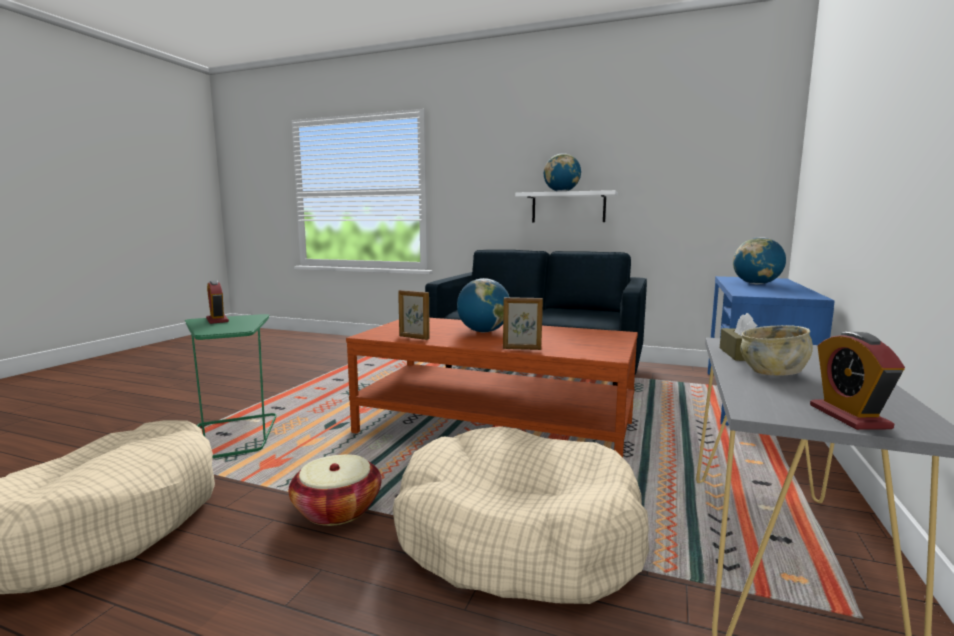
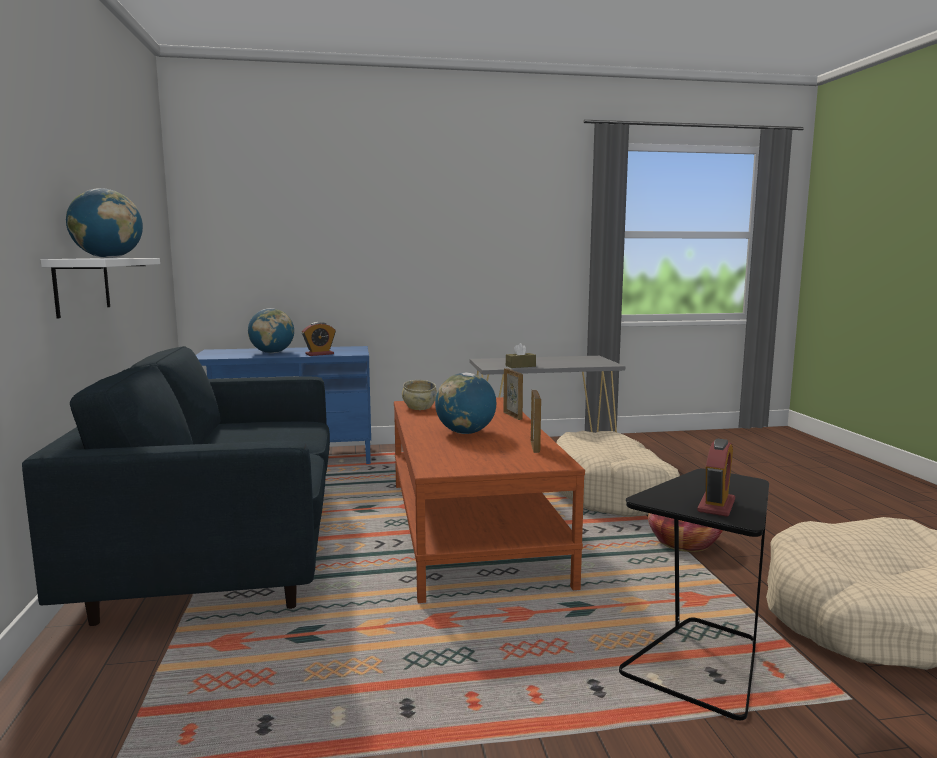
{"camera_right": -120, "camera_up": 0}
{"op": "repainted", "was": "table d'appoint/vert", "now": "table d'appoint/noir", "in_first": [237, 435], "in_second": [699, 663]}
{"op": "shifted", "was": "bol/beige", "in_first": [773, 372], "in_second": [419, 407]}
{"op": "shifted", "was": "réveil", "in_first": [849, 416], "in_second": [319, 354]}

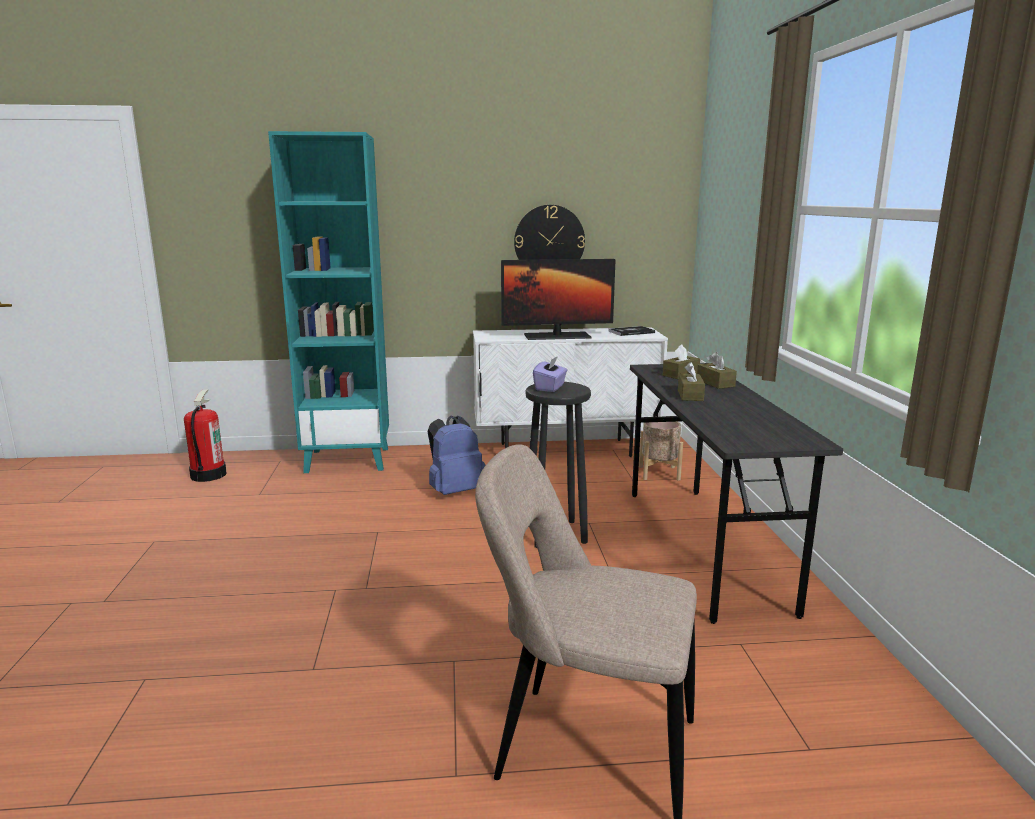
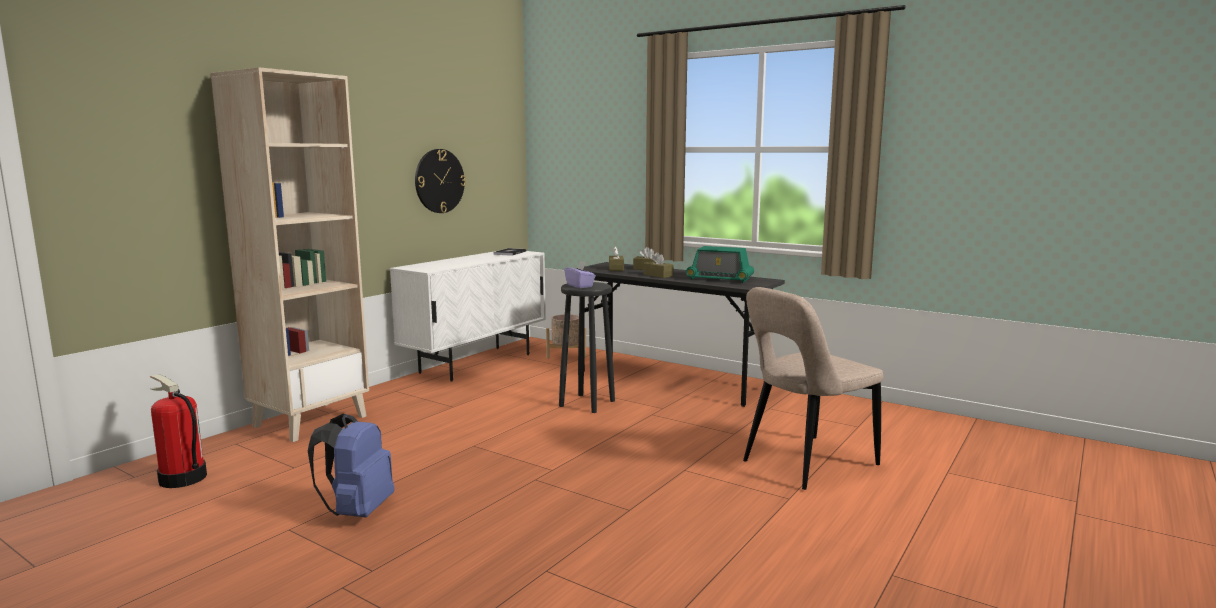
{"camera_right": -50, "camera_up": -5}
{"op": "repainted", "was": "bibliothèque/turquoise", "now": "bibliothèque/beige", "in_first": [348, 460], "in_second": [311, 421]}
{"op": "shifted", "was": "sac à dos/bleu", "in_first": [455, 491], "in_second": [357, 511]}
{"op": "gone", "was": "écran d'ordinateur", "in_first": [557, 336]}
{"op": "new", "now": "radio", "in_second": [719, 279]}

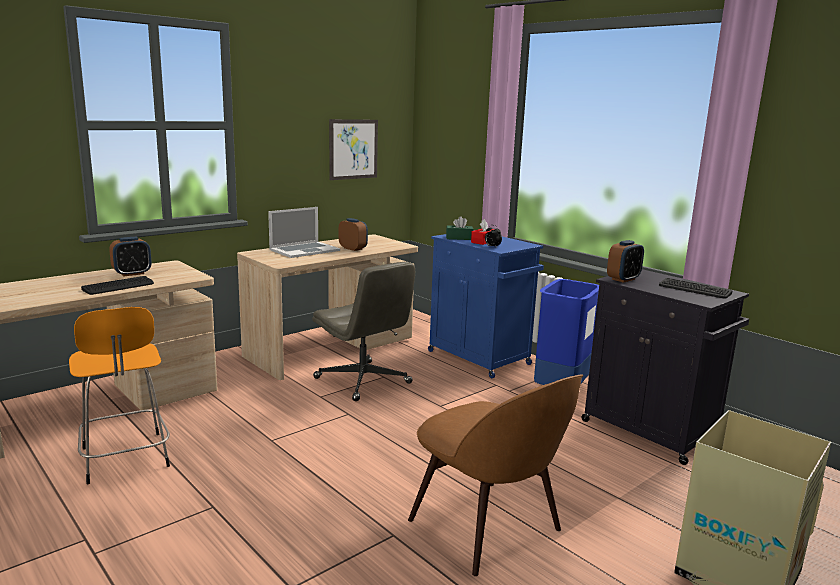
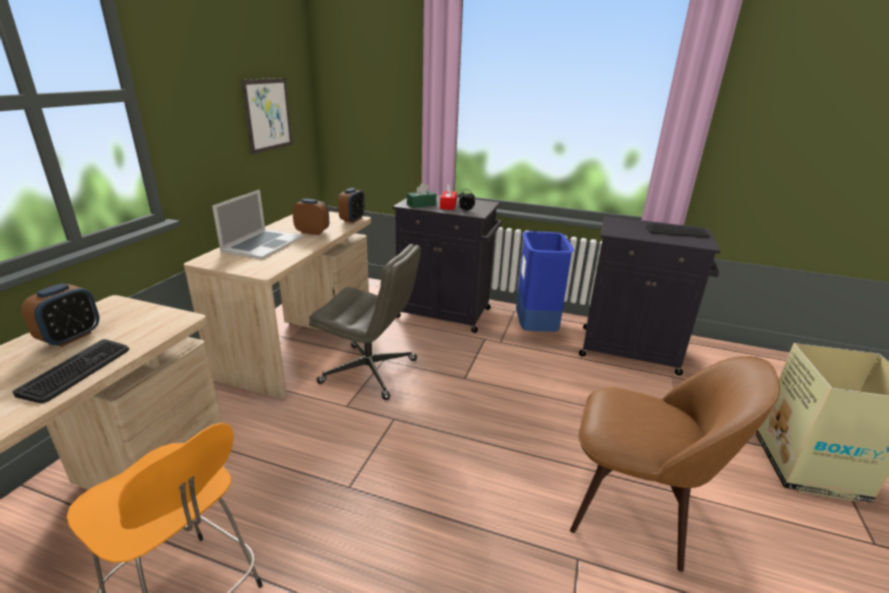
{"camera_right": -30, "camera_up": 10}
{"op": "repainted", "was": "meuble de rangement/bleu", "now": "meuble de rangement/noir", "in_first": [480, 358], "in_second": [445, 313]}
{"op": "shifted", "was": "réveil", "in_first": [623, 279], "in_second": [352, 219]}

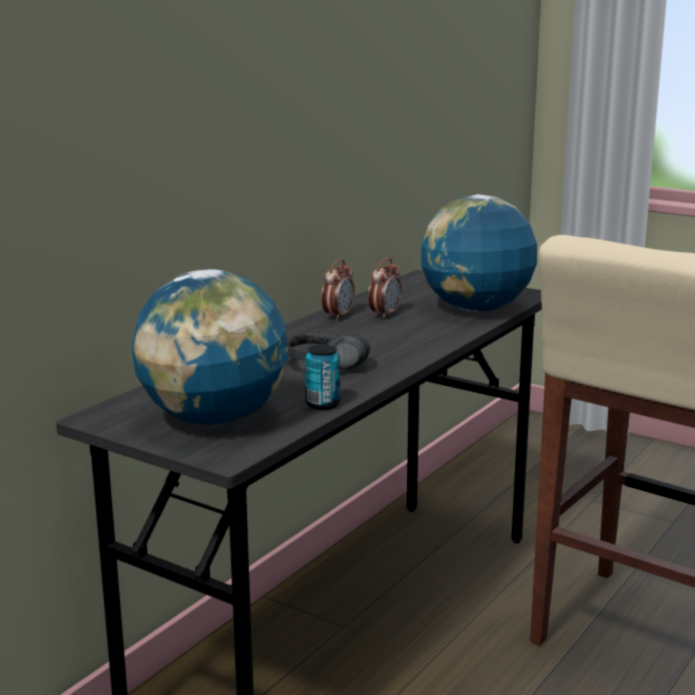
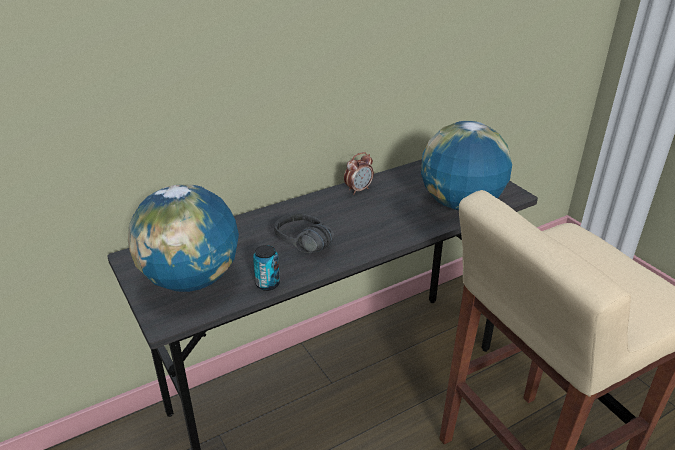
{"camera_right": 25, "camera_up": 15}
{"op": "gone", "was": "réveil", "in_first": [384, 315]}

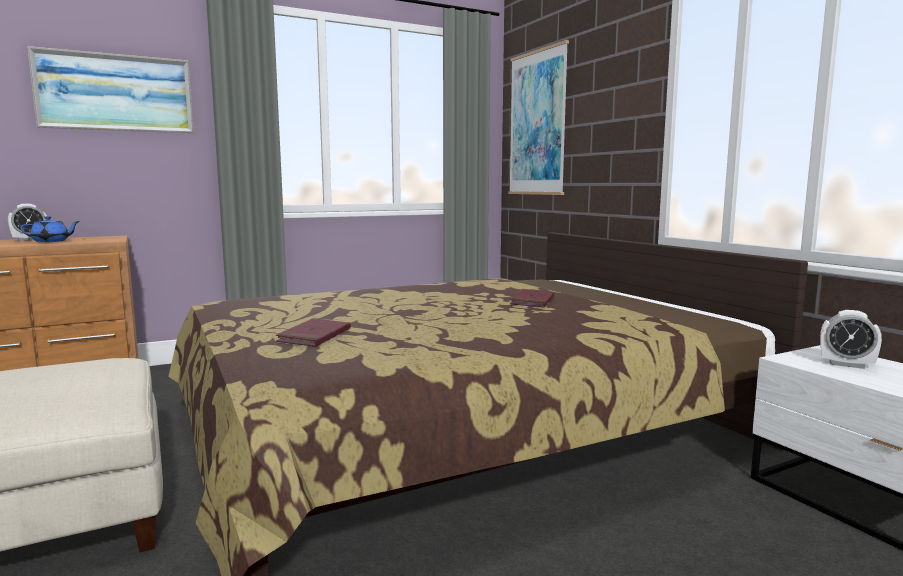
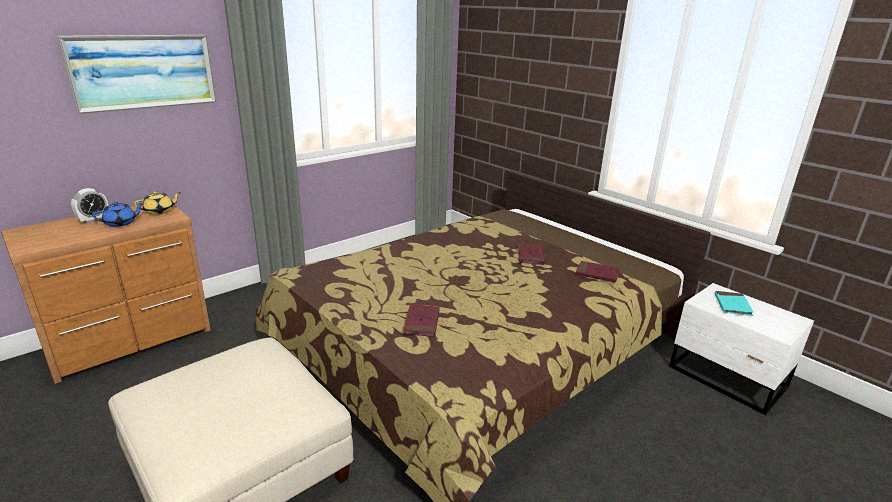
{"camera_right": -15, "camera_up": 15}
{"op": "gone", "was": "tableau", "in_first": [537, 123]}
{"op": "swapped", "was": "réveil", "now": "livre/turquoise", "in_first": [846, 364], "in_second": [732, 305]}
{"op": "new", "now": "théière/jaune", "in_second": [160, 211]}
{"op": "new", "now": "livre/rouge", "in_second": [597, 274]}

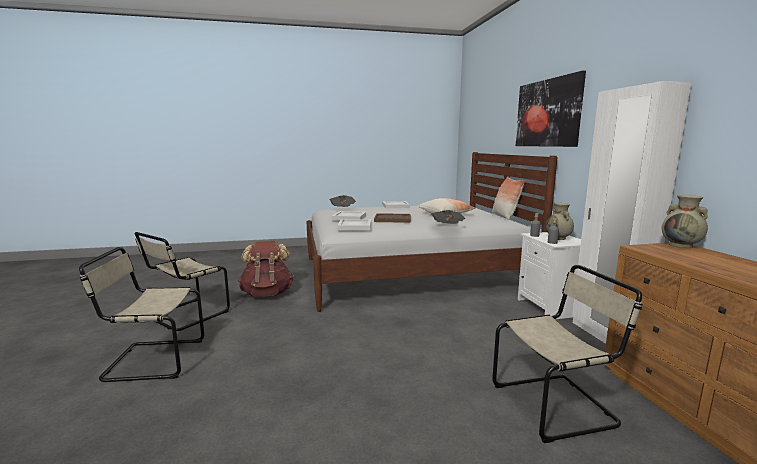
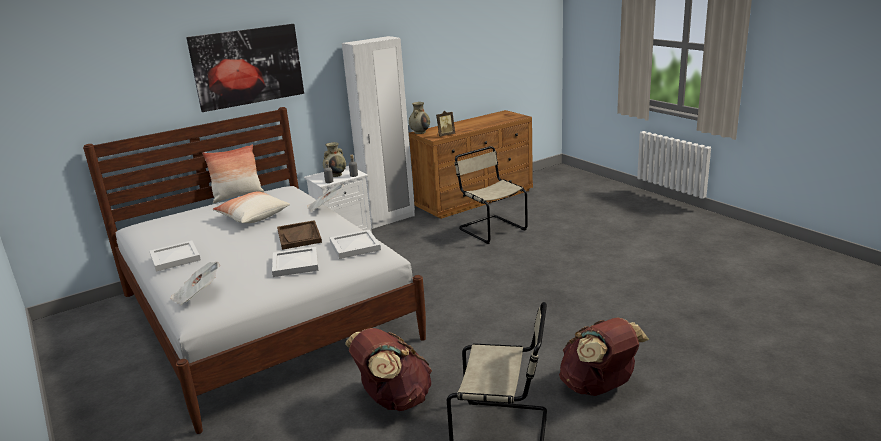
{"camera_right": -110, "camera_up": 10}
{"op": "swapped", "was": "chaise/beige", "now": "sac à dos/marron", "in_first": [152, 360], "in_second": [599, 387]}
{"op": "new", "now": "cadre photo", "in_second": [445, 135]}

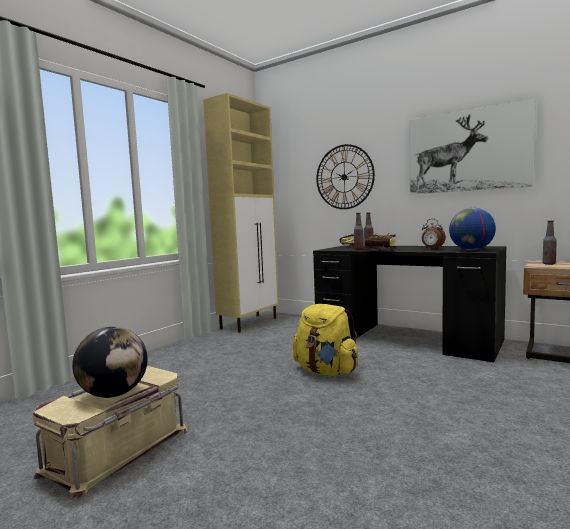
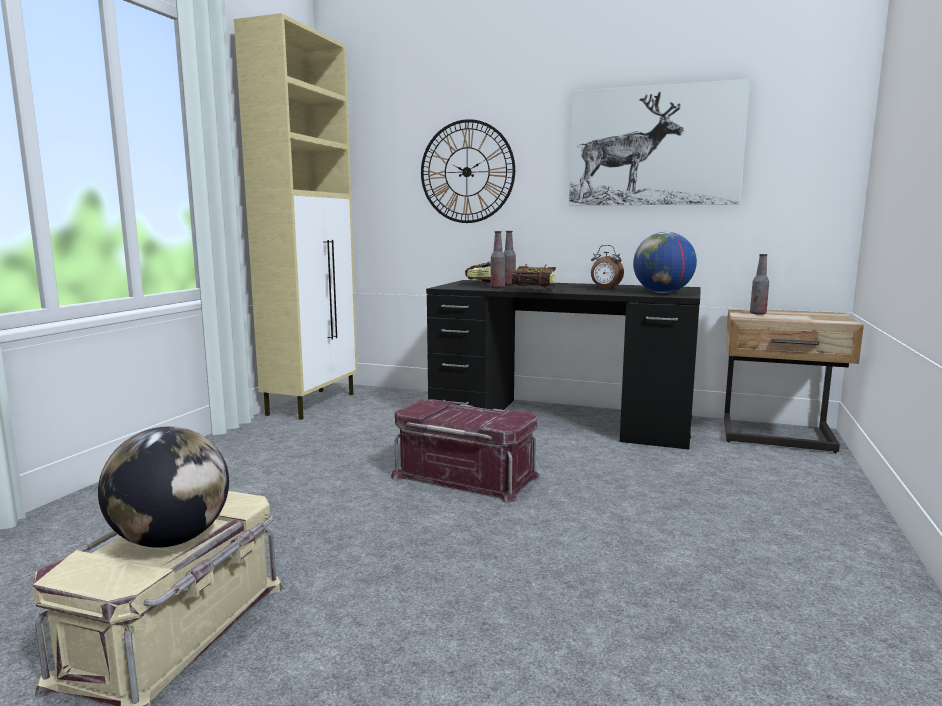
{"camera_right": -15, "camera_up": 5}
{"op": "swapped", "was": "sac à dos/jaune", "now": "boîte de rangement/rouge", "in_first": [326, 371], "in_second": [466, 476]}

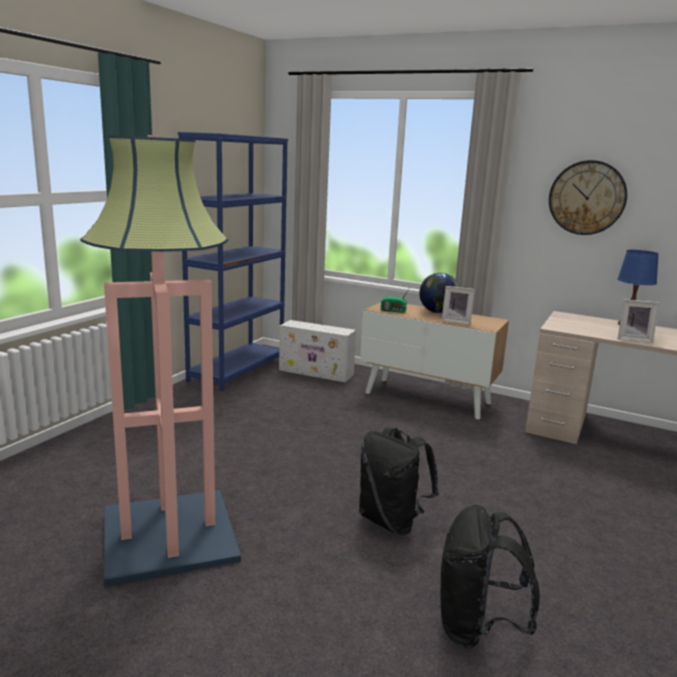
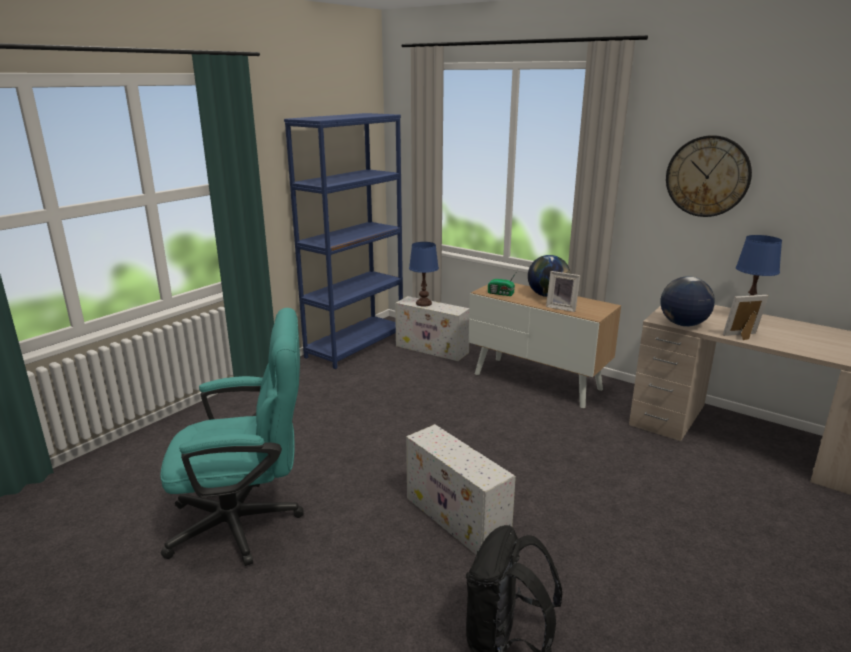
{"camera_right": 10, "camera_up": 5}
{"op": "swapped", "was": "lampadaire", "now": "chaise de bureau/turquoise", "in_first": [169, 535], "in_second": [247, 522]}
{"op": "swapped", "was": "sac à dos/noir", "now": "boîte de rangement/blanc", "in_first": [391, 521], "in_second": [457, 520]}
{"op": "rotated", "was": "cadre photo", "in_first": [633, 339], "in_second": [743, 336], "clockwise": 150}
{"op": "new", "now": "lampe de table/bleu", "in_second": [423, 303]}
{"op": "new", "now": "globe", "in_second": [683, 324]}

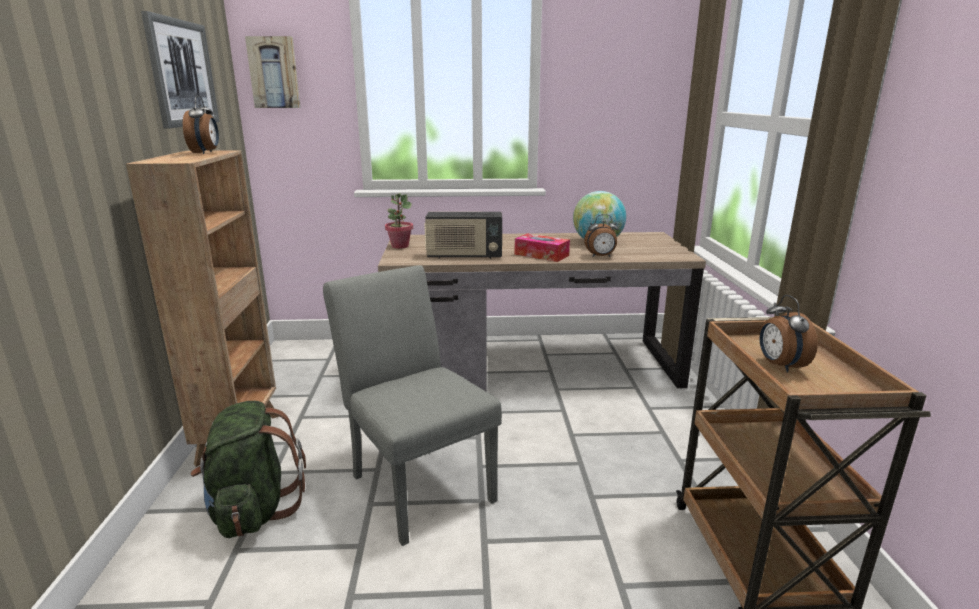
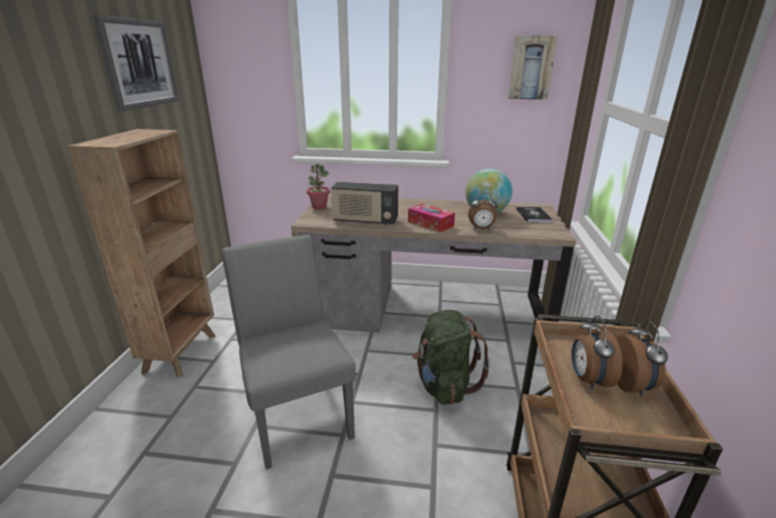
{"camera_right": 10, "camera_up": 5}
{"op": "shifted", "was": "réveil", "in_first": [206, 153], "in_second": [632, 385]}
{"op": "shifted", "was": "sac à dos/vert", "in_first": [253, 510], "in_second": [444, 385]}
{"op": "shifted", "was": "tableau", "in_first": [274, 73], "in_second": [531, 68]}
{"op": "new", "now": "livre", "in_second": [533, 215]}

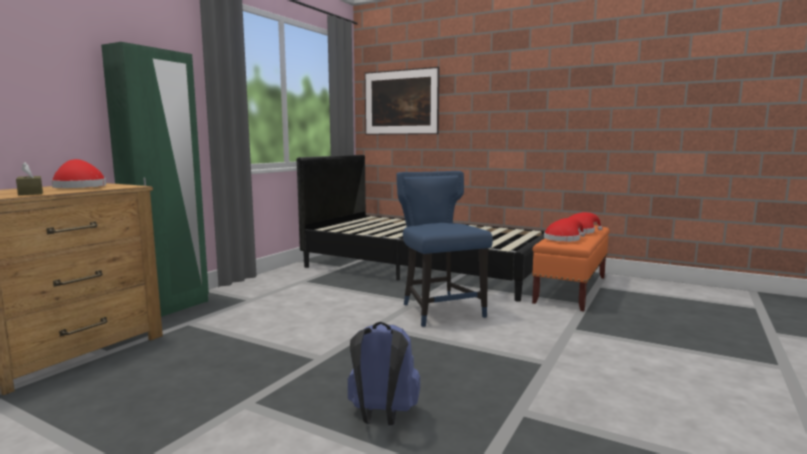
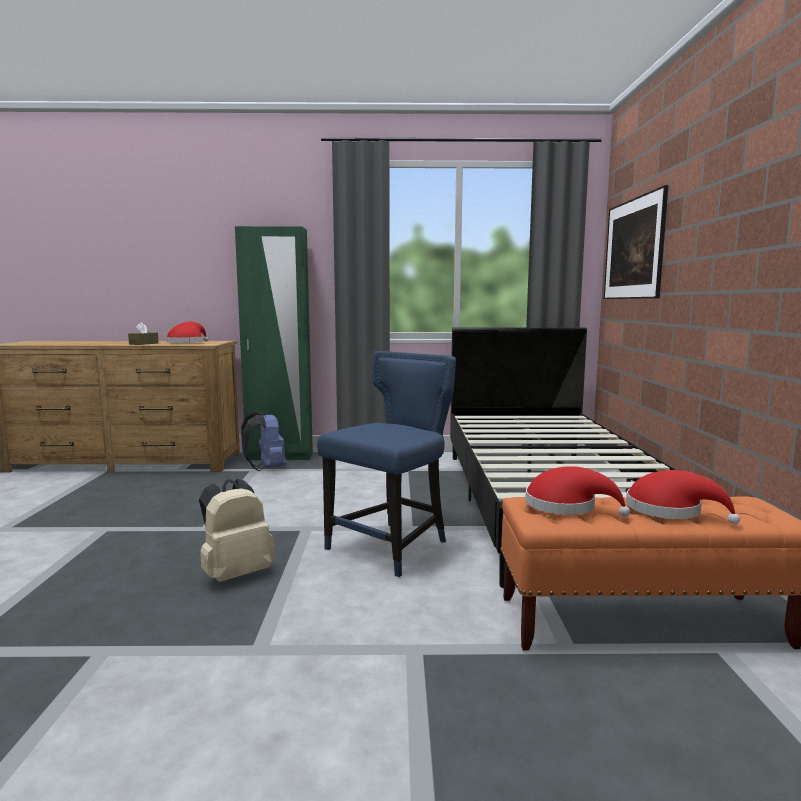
{"camera_right": 60, "camera_up": 0}
{"op": "shifted", "was": "sac à dos/bleu", "in_first": [382, 416], "in_second": [267, 468]}
{"op": "new", "now": "sac à dos/beige", "in_second": [236, 574]}

